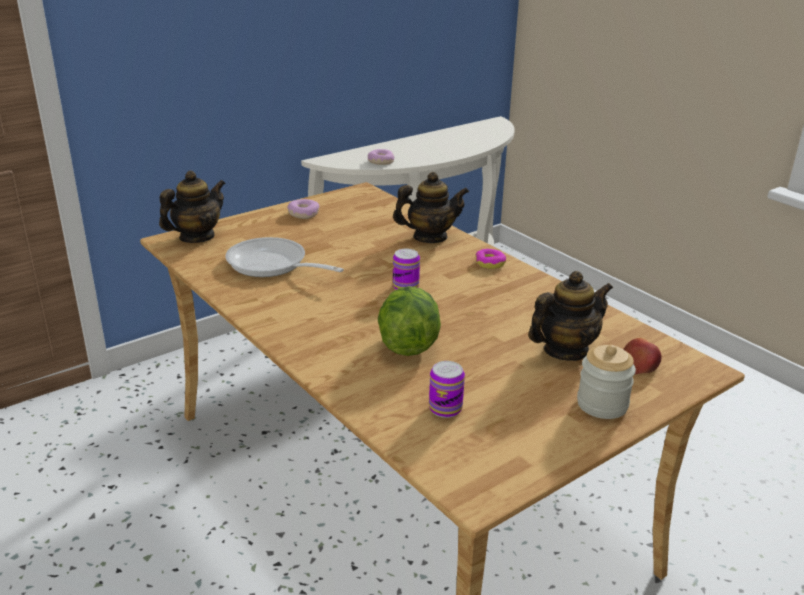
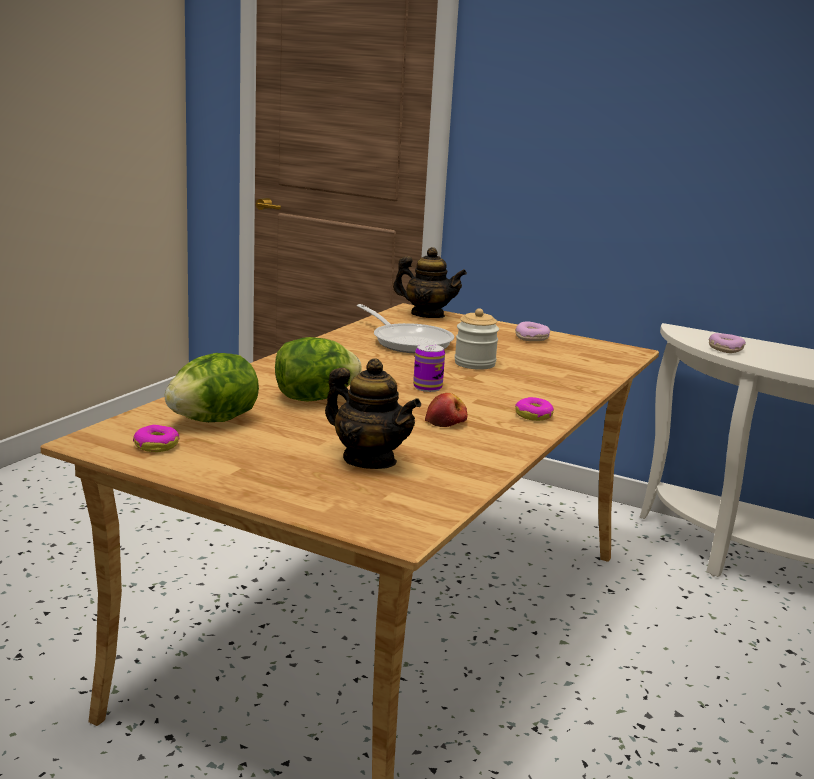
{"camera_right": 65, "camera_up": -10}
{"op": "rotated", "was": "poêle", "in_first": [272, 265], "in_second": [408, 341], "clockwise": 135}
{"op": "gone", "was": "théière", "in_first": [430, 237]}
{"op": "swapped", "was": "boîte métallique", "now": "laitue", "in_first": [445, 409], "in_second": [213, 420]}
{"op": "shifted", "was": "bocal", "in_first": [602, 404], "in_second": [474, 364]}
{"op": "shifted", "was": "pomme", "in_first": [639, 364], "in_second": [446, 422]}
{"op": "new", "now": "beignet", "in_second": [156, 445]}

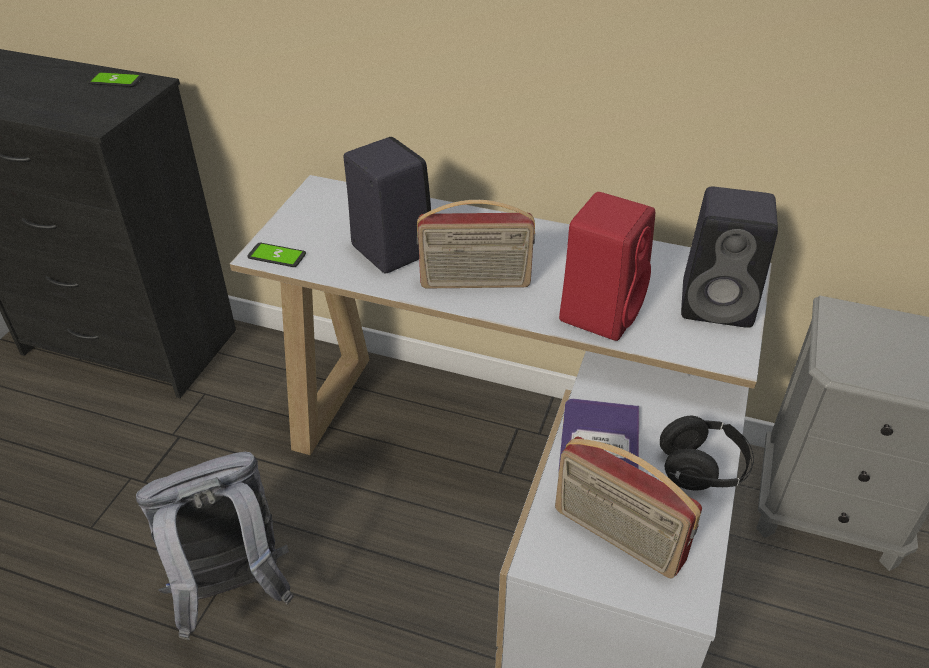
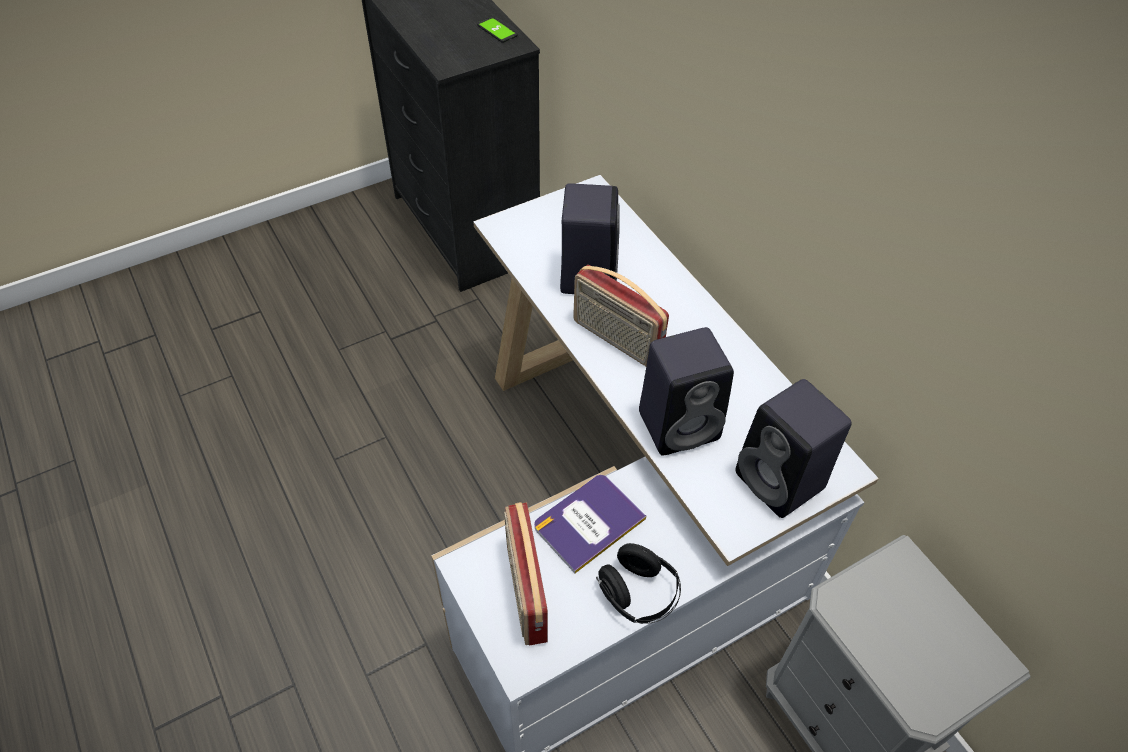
{"camera_right": 40, "camera_up": 10}
{"op": "gone", "was": "sac à dos/gris", "in_first": [232, 591]}
{"op": "gone", "was": "téléphone", "in_first": [277, 256]}
{"op": "repainted", "was": "enceinte/rouge", "now": "enceinte/noir", "in_first": [601, 311], "in_second": [681, 424]}

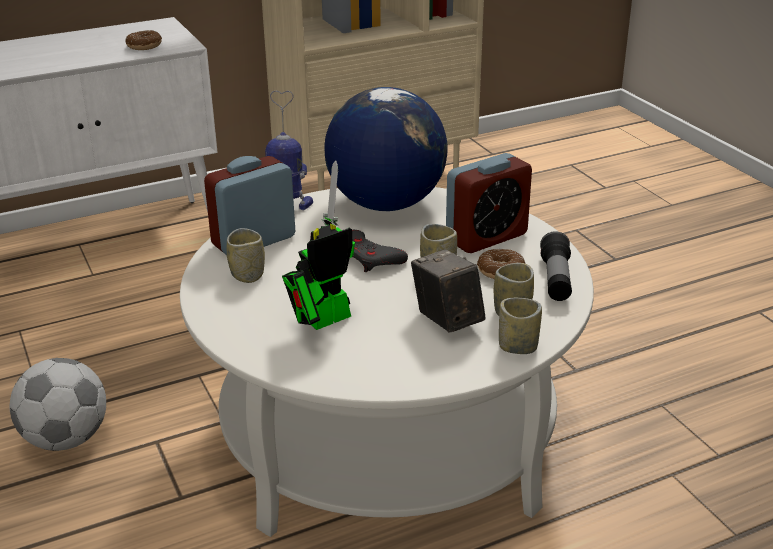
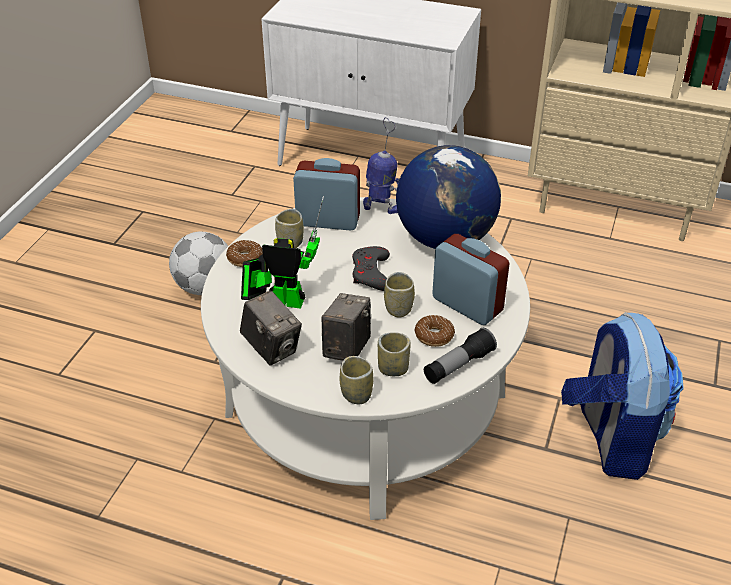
{"camera_right": 45, "camera_up": 10}
{"op": "shifted", "was": "beignet", "in_first": [144, 46], "in_second": [245, 258]}
{"op": "rotated", "was": "réveil", "in_first": [486, 237], "in_second": [467, 305], "clockwise": -150}
{"op": "new", "now": "appareil photo", "in_second": [272, 348]}
{"op": "new", "now": "sac à dos", "in_second": [610, 438]}

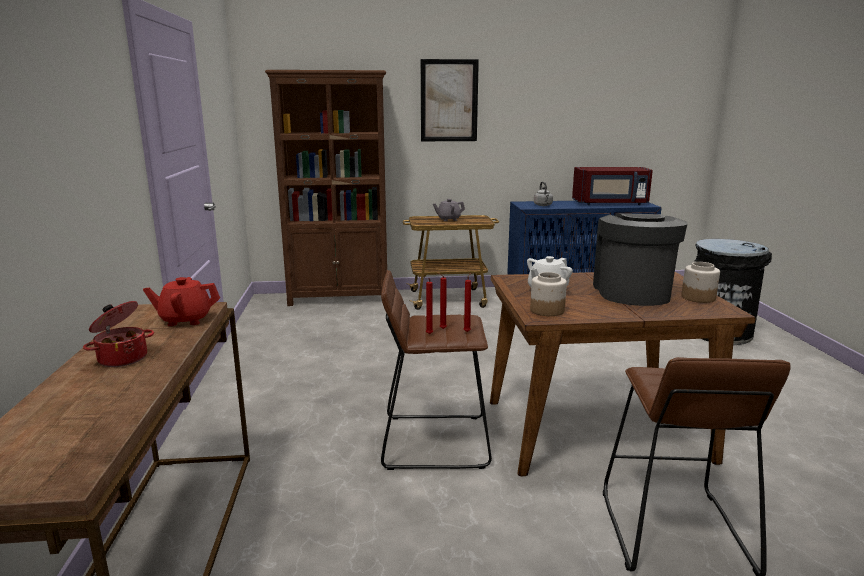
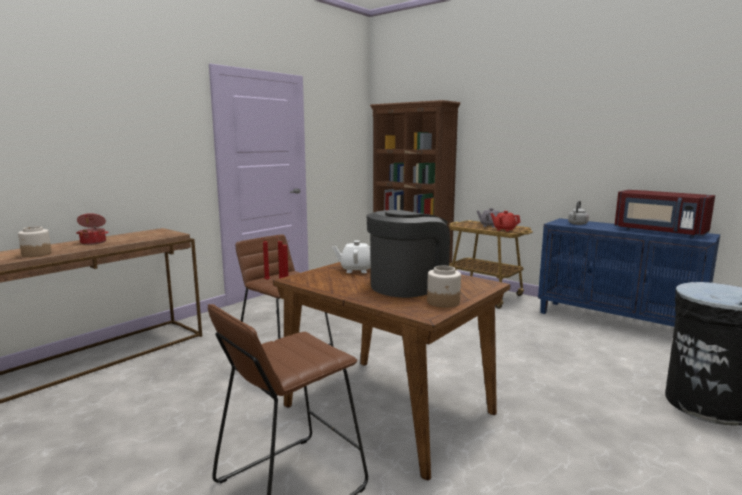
{"camera_right": 45, "camera_up": -5}
{"op": "shifted", "was": "théière/rouge", "in_first": [185, 320], "in_second": [504, 229]}
{"op": "gone", "was": "tableau", "in_first": [449, 101]}
{"op": "shifted", "was": "bocal", "in_first": [546, 310], "in_second": [36, 254]}

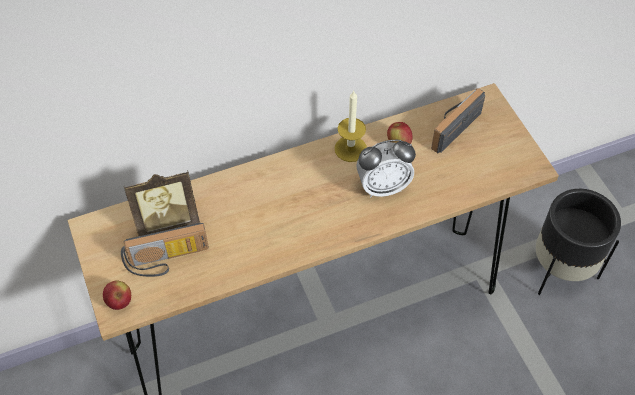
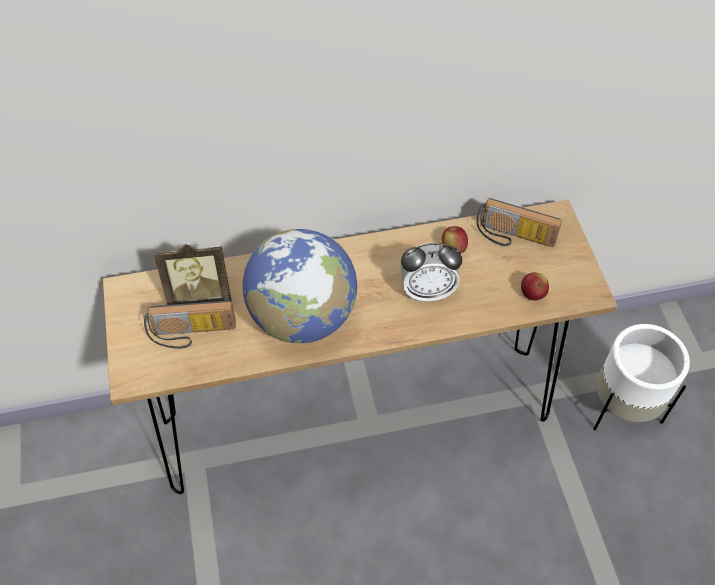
{"camera_right": 10, "camera_up": 0}
{"op": "shifted", "was": "pomme", "in_first": [119, 302], "in_second": [532, 294]}
{"op": "gone", "was": "bougie", "in_first": [350, 149]}
{"op": "rotated", "was": "radio", "in_first": [451, 125], "in_second": [513, 238], "clockwise": -120}
{"op": "repainted", "was": "cache-pot/noir", "now": "cache-pot/blanc", "in_first": [559, 270], "in_second": [621, 407]}
{"op": "new", "now": "globe", "in_second": [302, 317]}

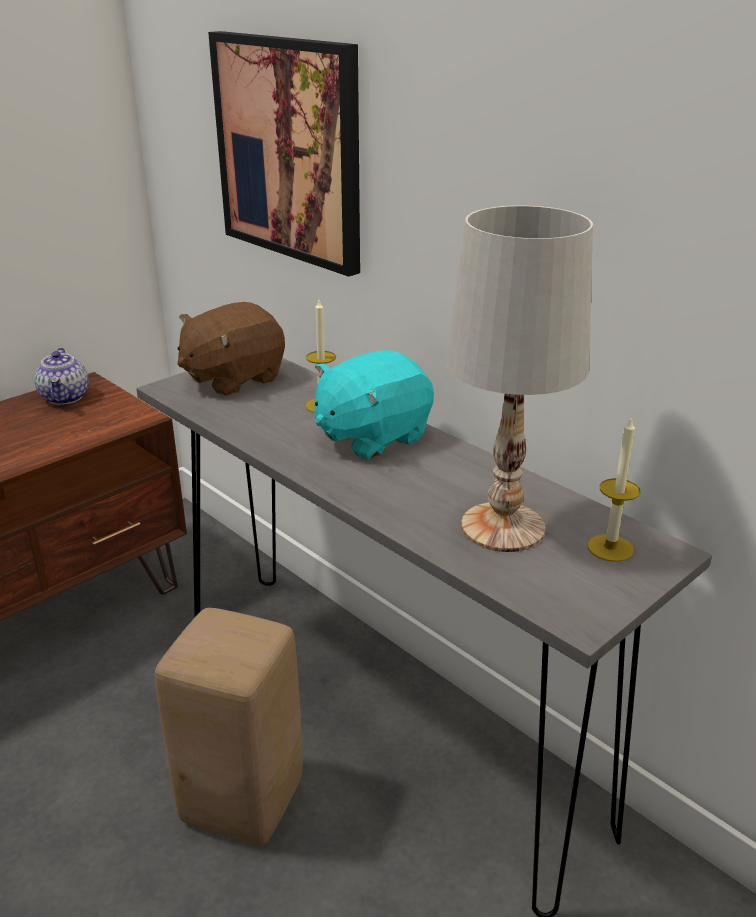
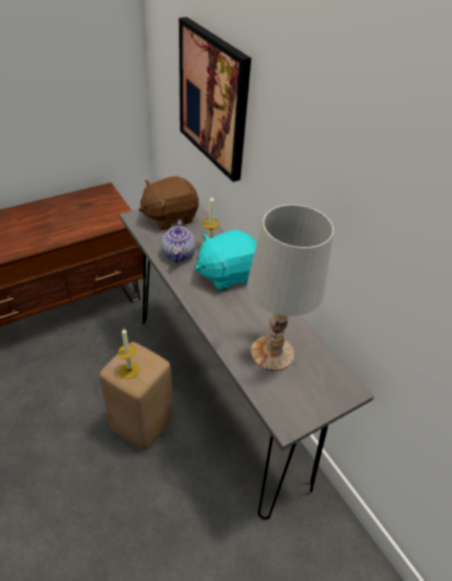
{"camera_right": 10, "camera_up": 15}
{"op": "shifted", "was": "théière", "in_first": [65, 397], "in_second": [179, 254]}
{"op": "shifted", "was": "bougie", "in_first": [610, 548], "in_second": [129, 370]}

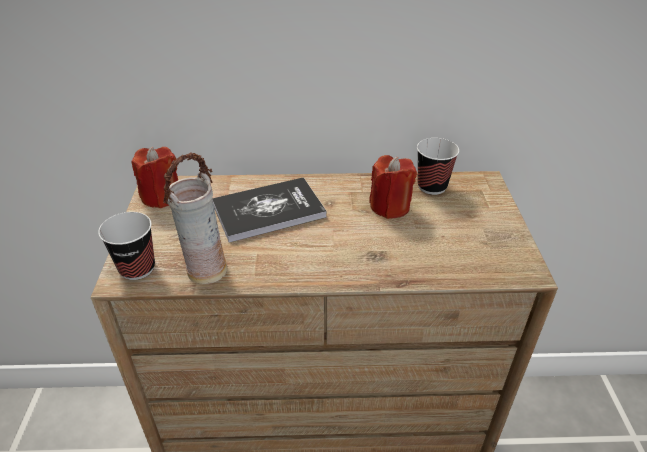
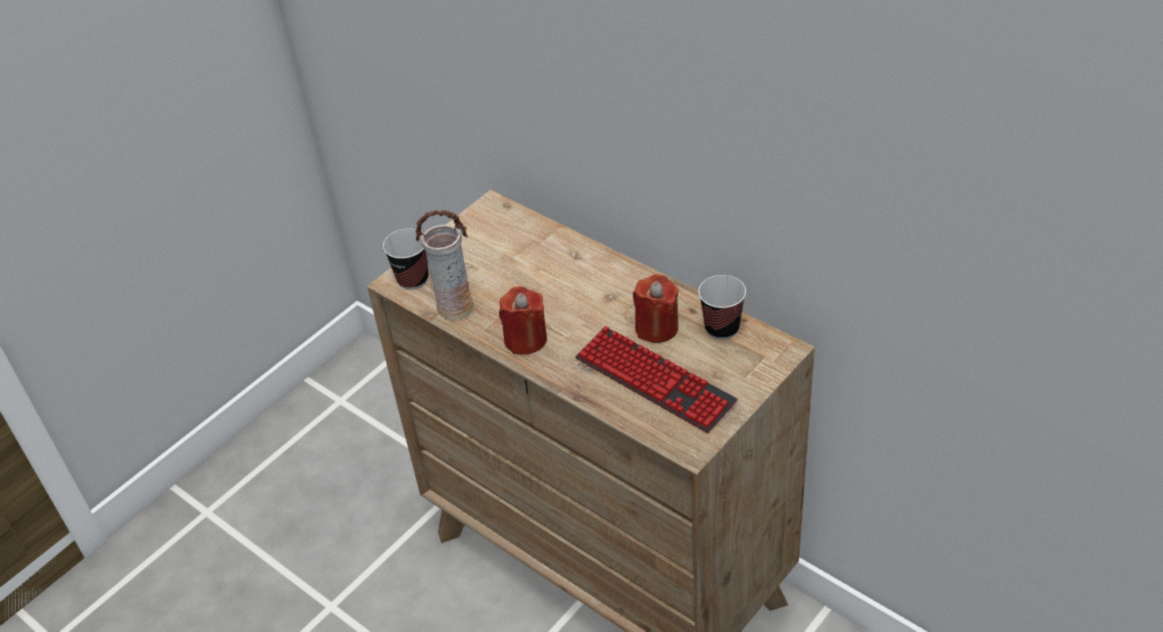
{"camera_right": 45, "camera_up": 5}
{"op": "shifted", "was": "bougie/rouge", "in_first": [161, 196], "in_second": [525, 339]}
{"op": "gone", "was": "livre", "in_first": [268, 210]}
{"op": "new", "now": "clavier", "in_second": [654, 381]}

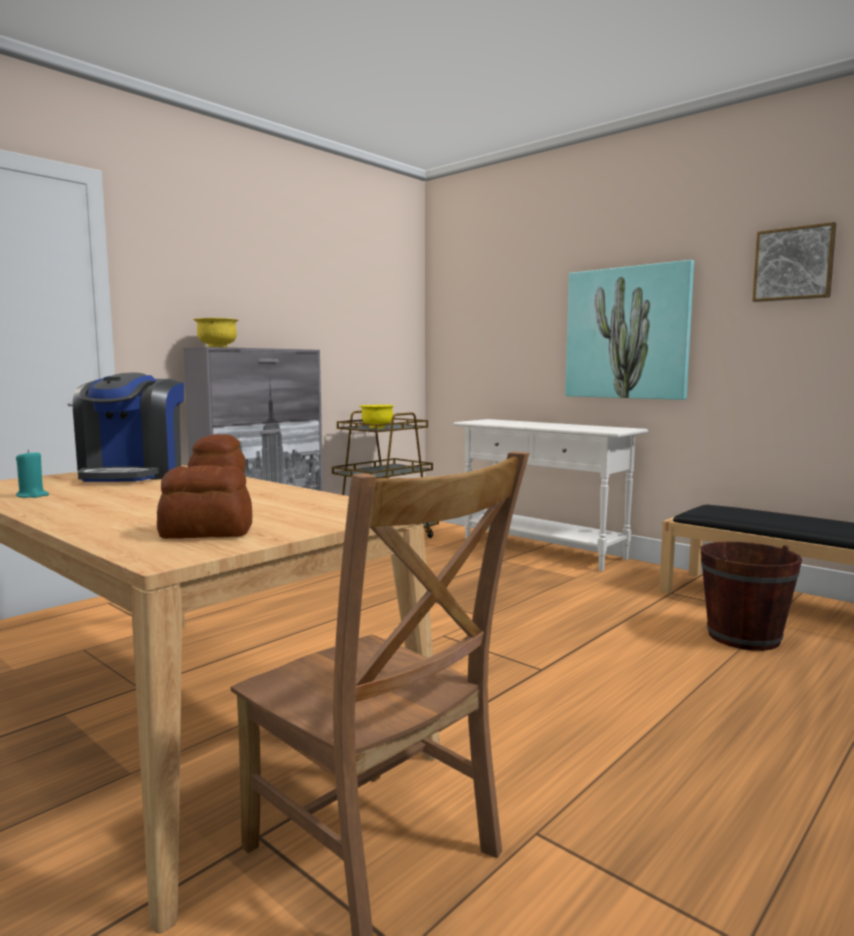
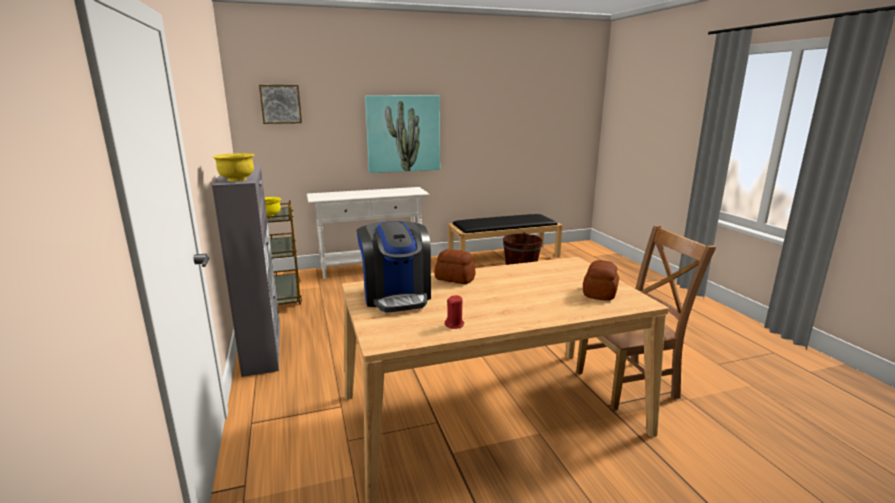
{"camera_right": -60, "camera_up": 10}
{"op": "repainted", "was": "bougie/turquoise", "now": "bougie/rouge", "in_first": [32, 496], "in_second": [454, 325]}
{"op": "rotated", "was": "machine à café", "in_first": [133, 475], "in_second": [396, 296], "clockwise": 45}
{"op": "shifted", "was": "tableau", "in_first": [794, 264], "in_second": [280, 104]}

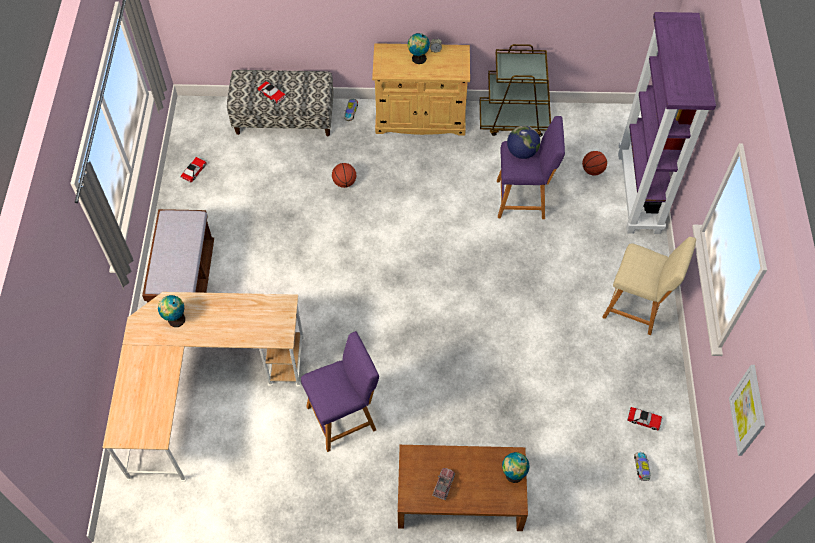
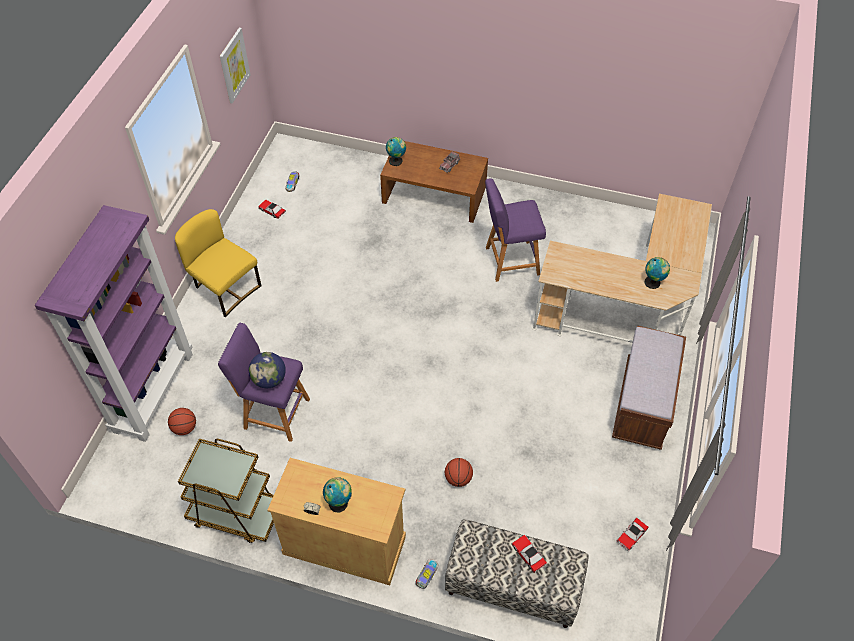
{"camera_right": -165, "camera_up": -5}
{"op": "swapped", "was": "tabouret/beige", "now": "chaise/jaune", "in_first": [637, 307], "in_second": [225, 289]}

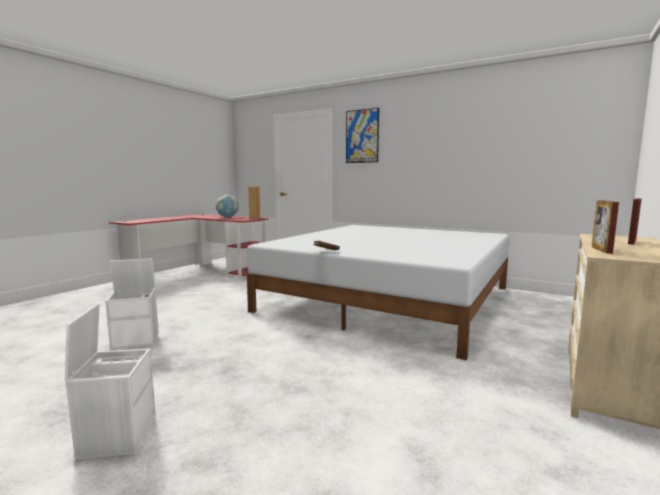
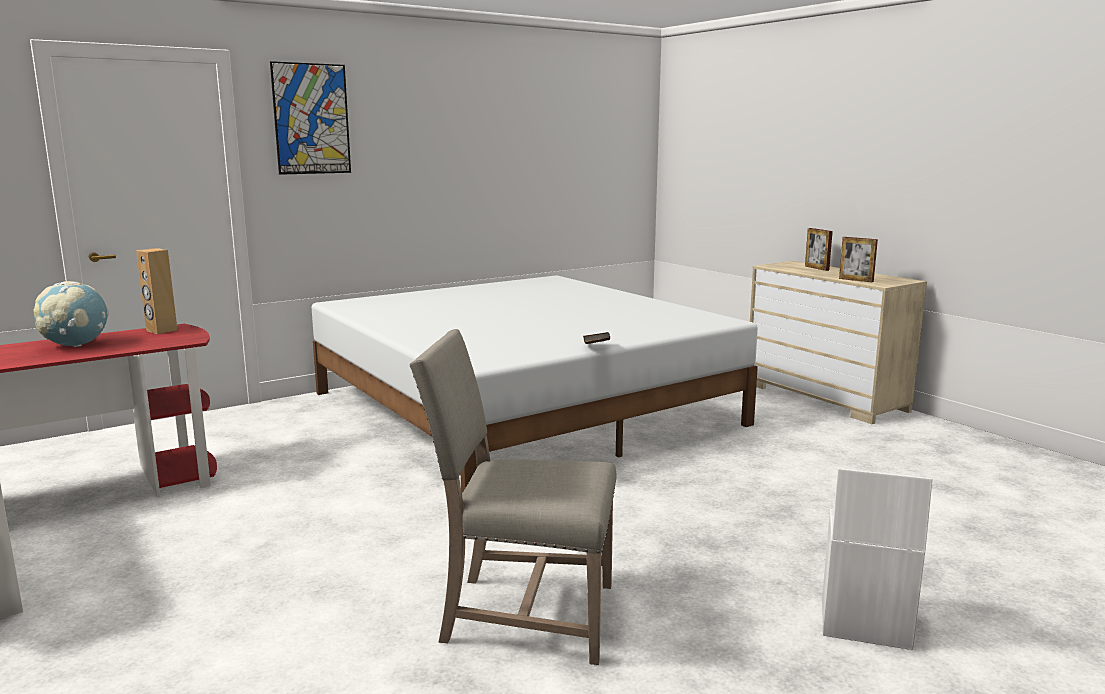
{"camera_right": -65, "camera_up": 5}
{"op": "swapped", "was": "boîte de rangement/blanc", "now": "chaise/beige", "in_first": [136, 340], "in_second": [523, 614]}

